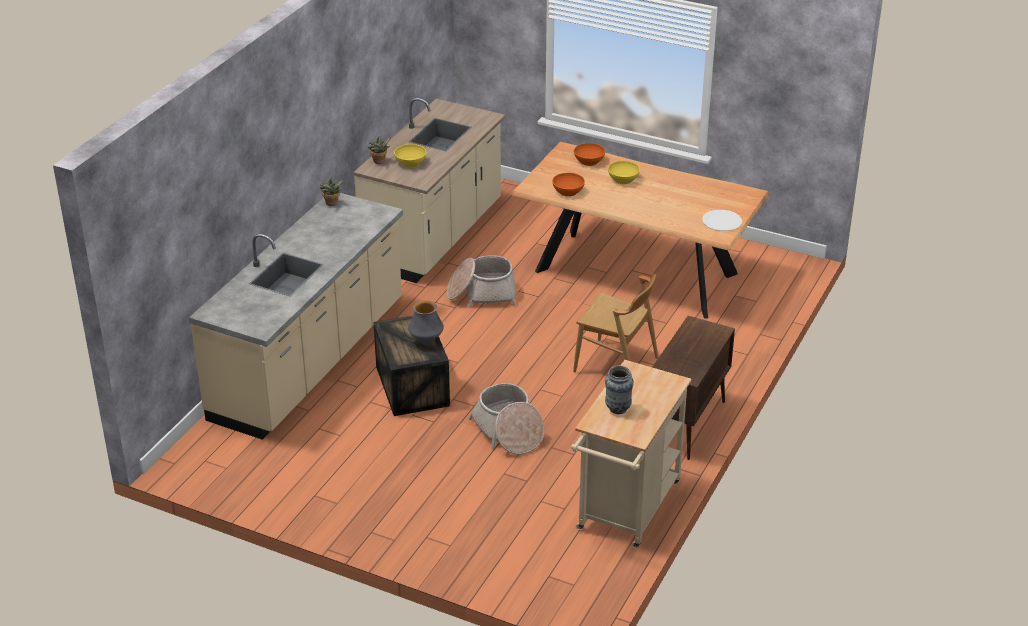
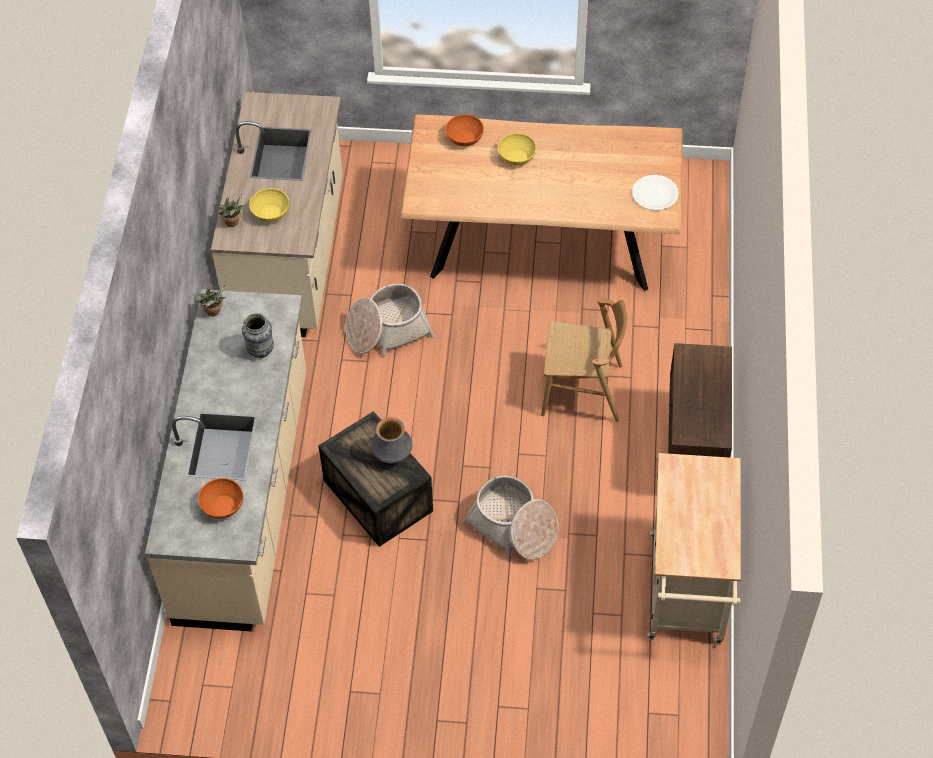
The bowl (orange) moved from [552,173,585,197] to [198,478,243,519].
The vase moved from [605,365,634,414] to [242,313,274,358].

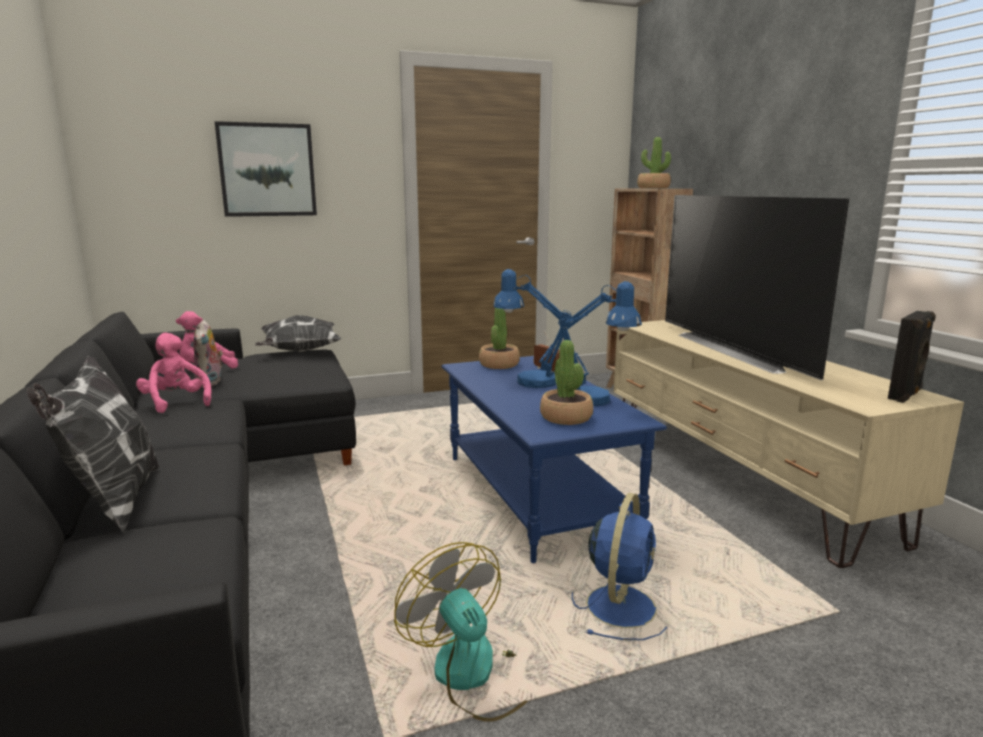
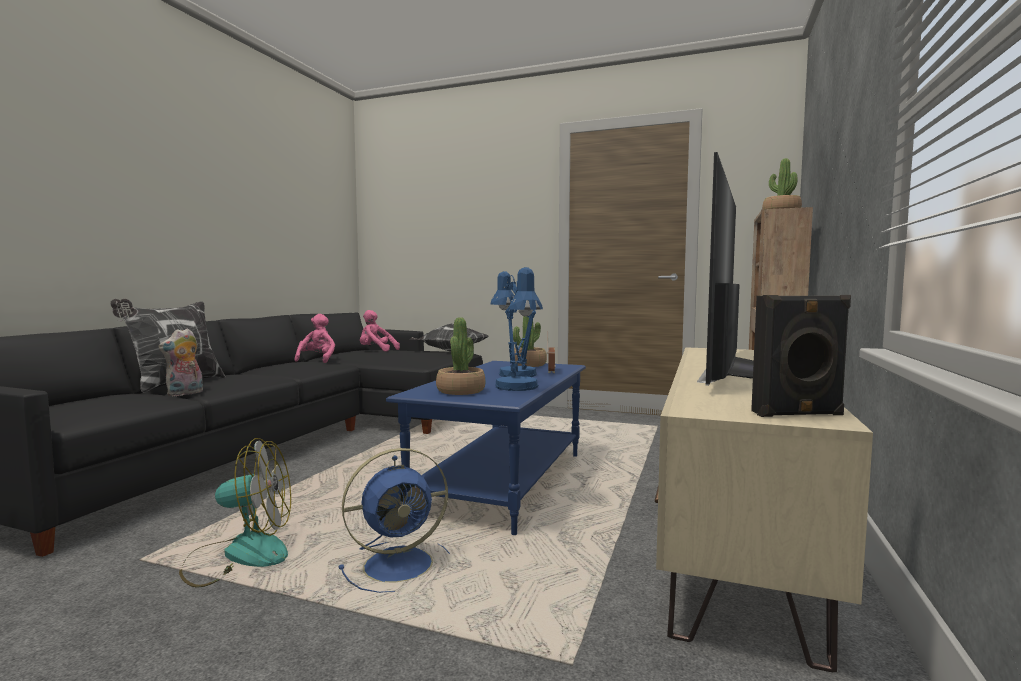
The picture at [215,121,317,217] disappeared.
The plush toy moved from [193,320,223,387] to [158,328,203,396].
The fan at [394,542,532,722] turned 75 degrees clockwise.

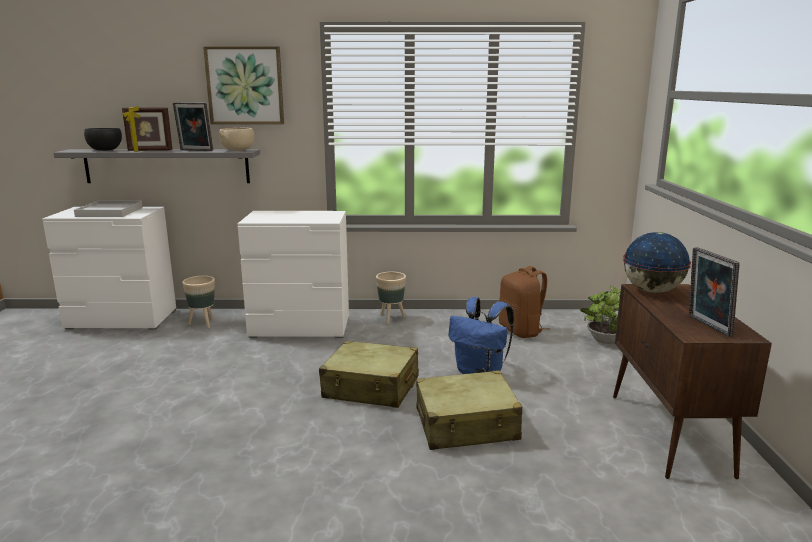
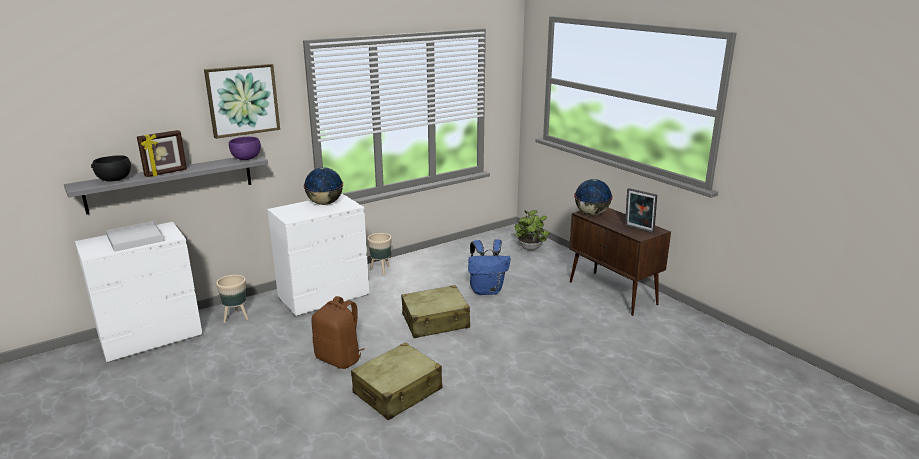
The picture frame at [173,102,213,151] disappeared.
The bowl (beige) at [219,128,255,151] became the bowl (purple) at [229,137,261,160].
The backpack (brown) moved from [499,266,549,338] to [311,296,364,369].
The suitcase (beige) moved from [416,370,522,450] to [351,343,442,420].
The globe at [304,167,343,205] appeared.

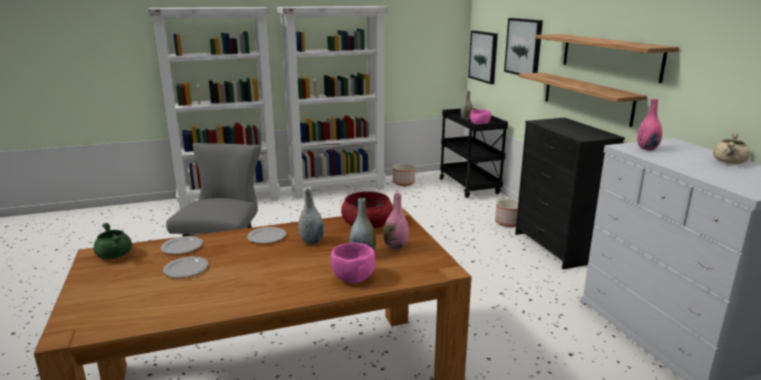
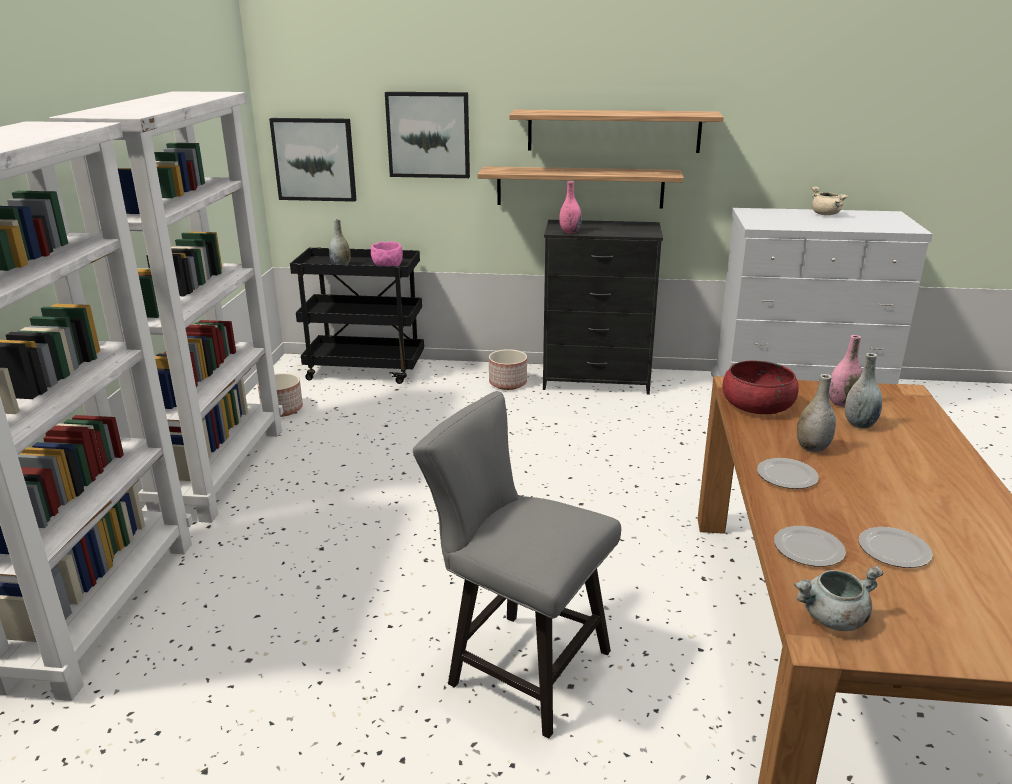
The vase (pink) moved from [637,99,662,151] to [559,181,582,233].
The cooking pot (green) at [94,223,132,259] became the cooking pot (grey) at [794,565,883,631].
The bowl (pink) at [331,243,375,283] disappeared.

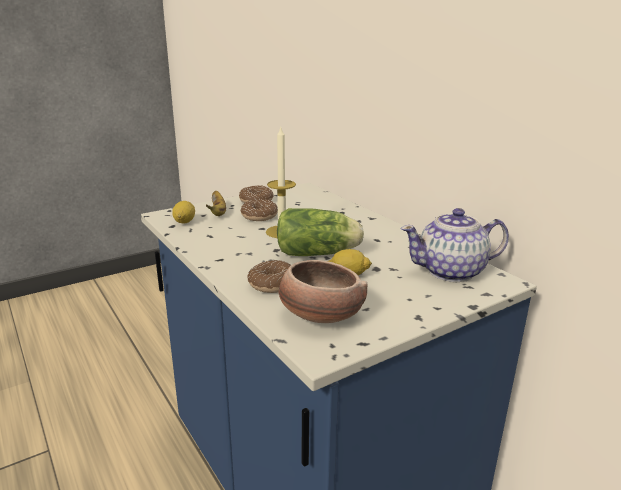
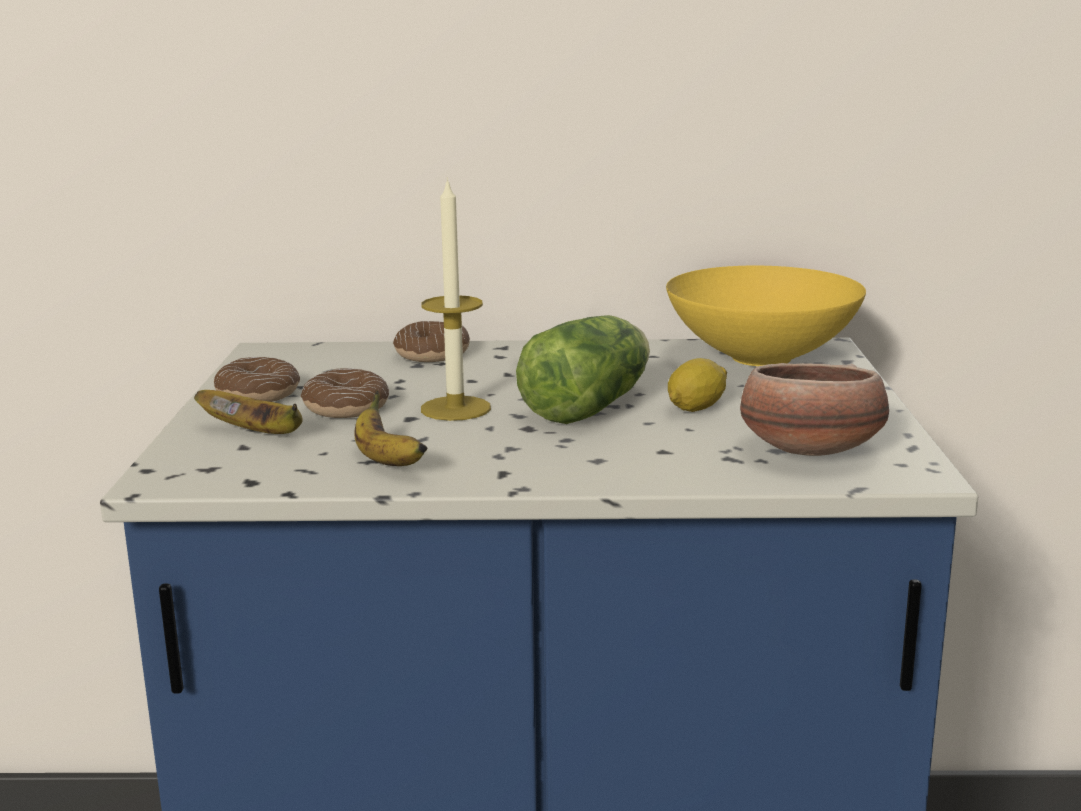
The lemon at [173,201,195,223] disappeared.
The teapot at [401,208,509,282] was replaced by the bowl (yellow) at [666,266,866,366].
The donut moved from [247,260,291,293] to [393,321,470,362].
The banana at [354,390,427,466] appeared.

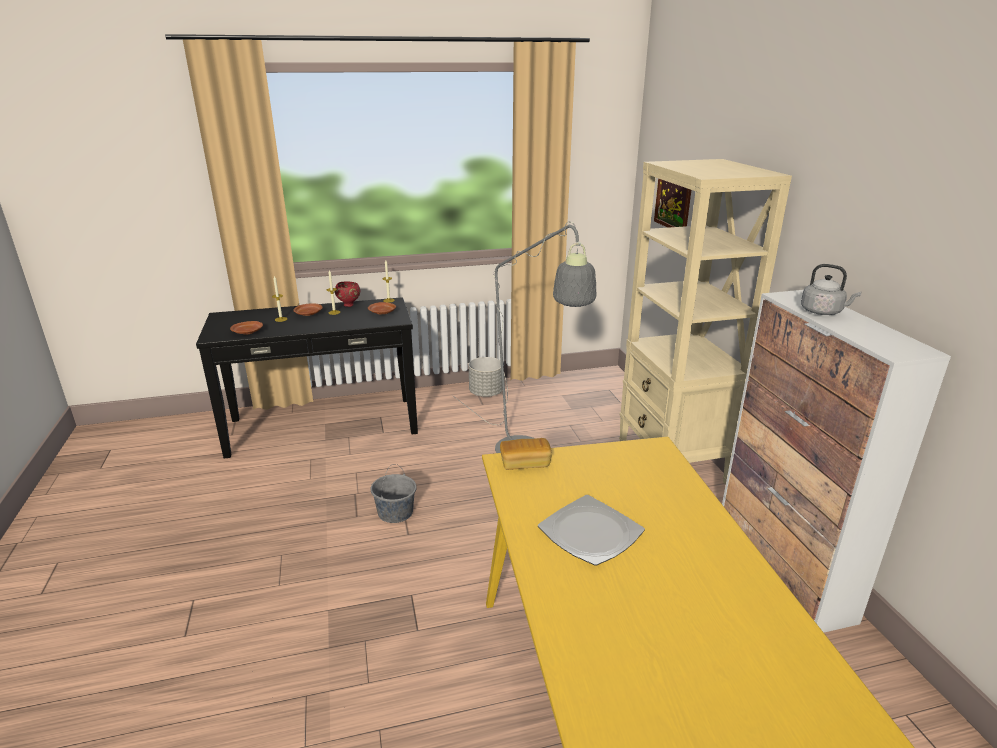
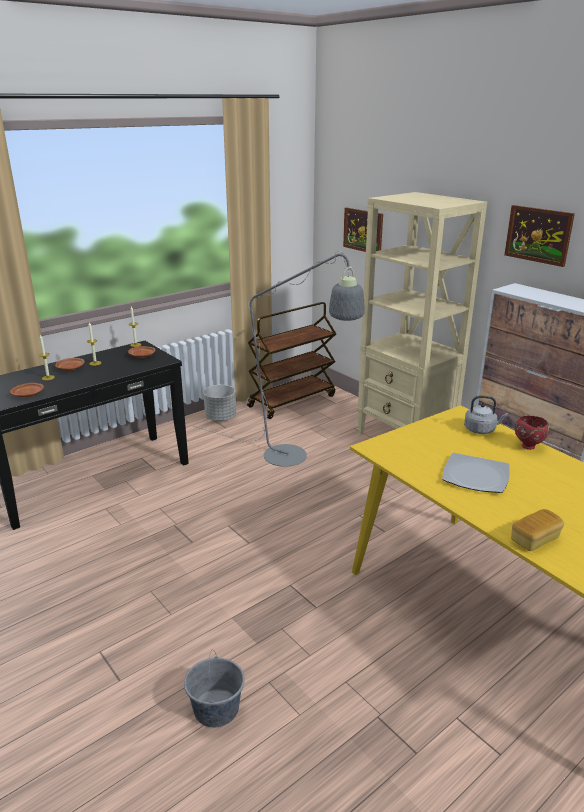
The kettle (grey) moved from [801,264,861,315] to [464,396,508,434].
The bowl (red) moved from [335,281,360,307] to [515,416,549,450].
The bread moved from [500,438,552,470] to [511,509,564,551].
The bucket (grey) moved from [370,464,416,523] to [184,649,245,727].
The picture at [504,205,575,267] appeared.
The cart (brown) at [247,302,336,419] appeared.

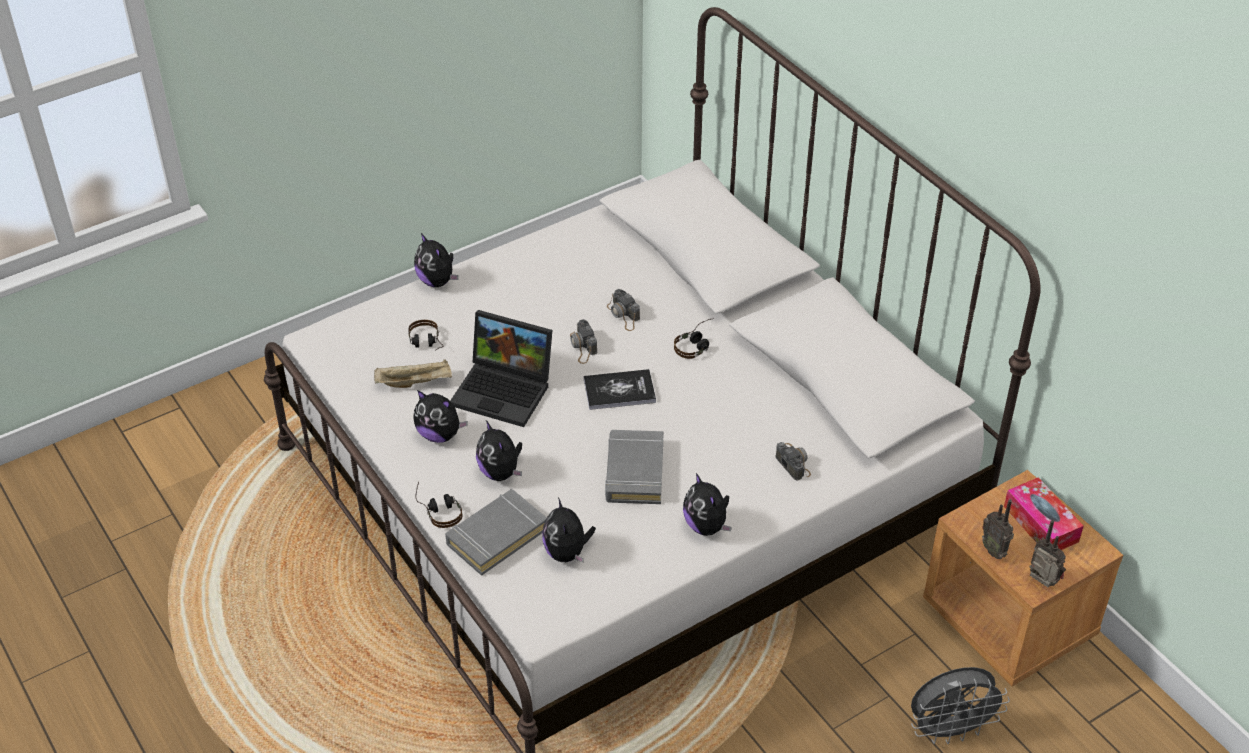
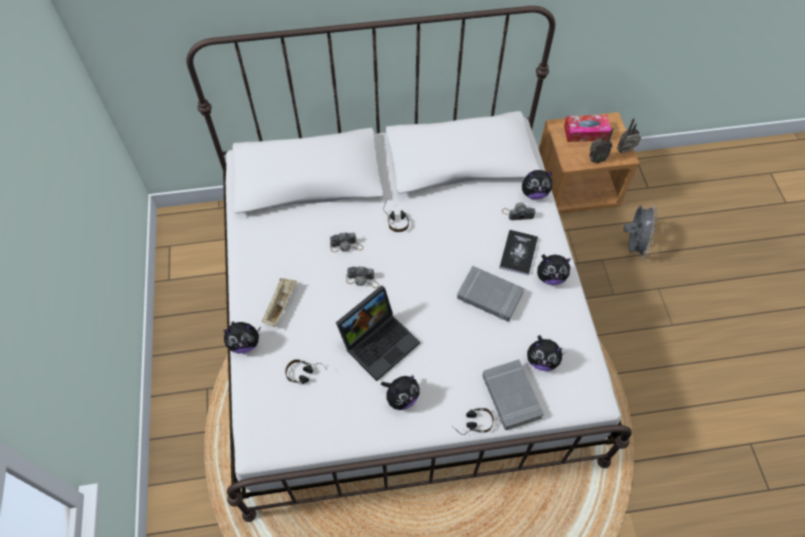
The tray (beige) moved from [374,359,452,388] to [262,278,297,327].
The book moved from [584,369,656,410] to [499,230,538,276].
The plush toy moved from [476,420,522,481] to [522,170,553,200].

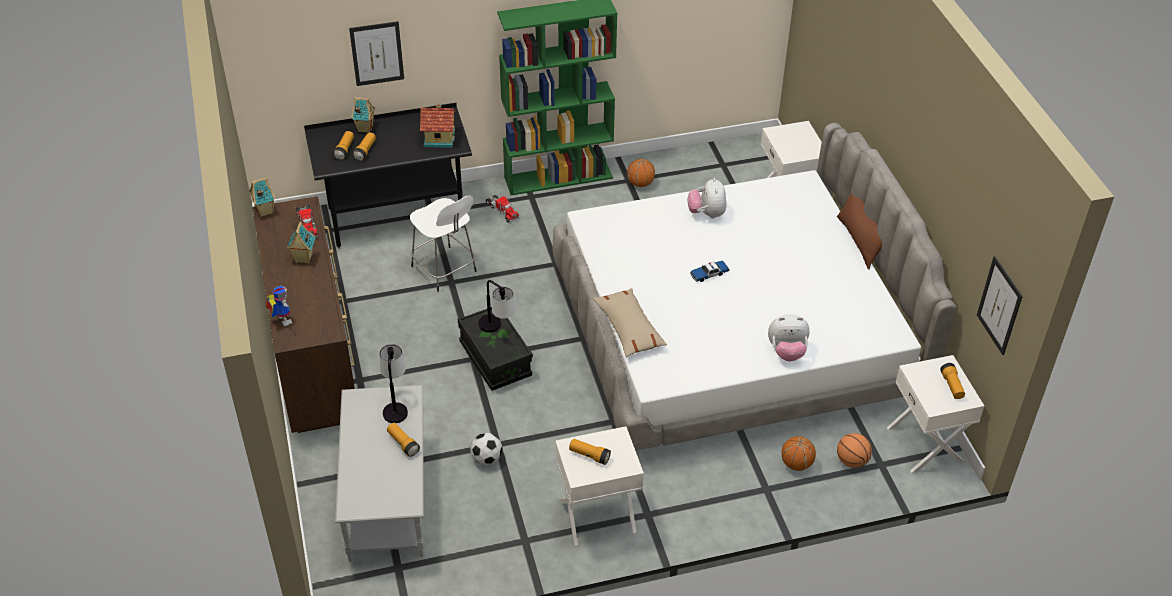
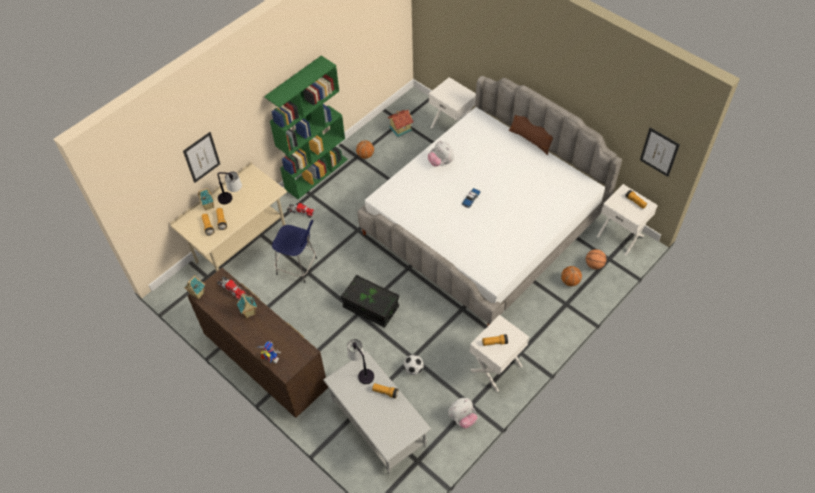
The desk (black) at [304,103,472,249] became the desk (beige) at [170,162,287,272].
The toy house moved from [420,104,456,148] to [387,110,413,137].
The stool (white) at [410,196,477,292] became the stool (blue) at [272,220,317,283].
The table lamp moved from [478,280,516,333] to [217,172,242,204].
The pillow (beige) at [593,288,667,357] disappeared.
The plush toy moved from [768,314,809,361] to [448,398,478,428].

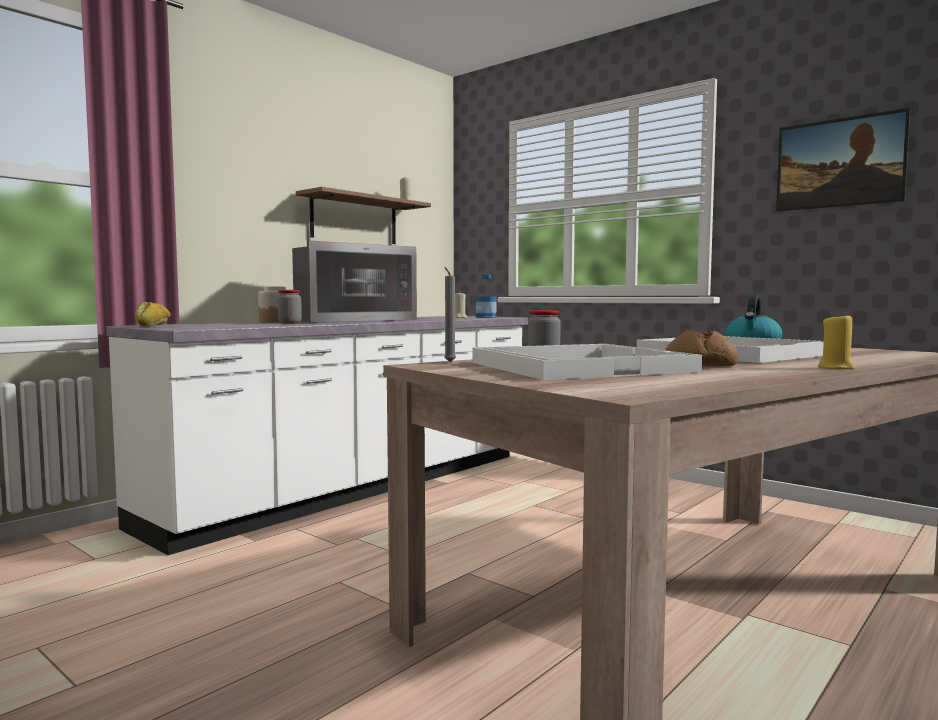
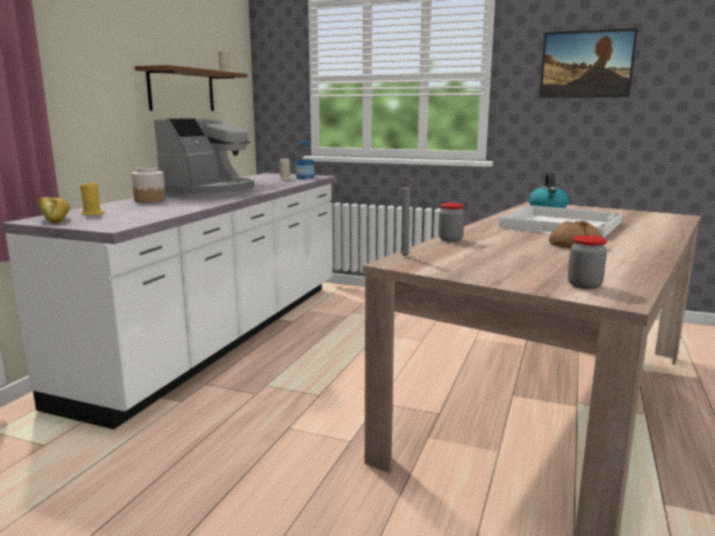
The microwave at [292,241,417,323] was replaced by the coffee machine at [154,118,254,198].
The jar moved from [278,290,302,324] to [568,235,607,289].
The candle (yellow) moved from [818,313,855,369] to [80,180,105,215].
The tray (white) at [472,344,702,380] disappeared.

